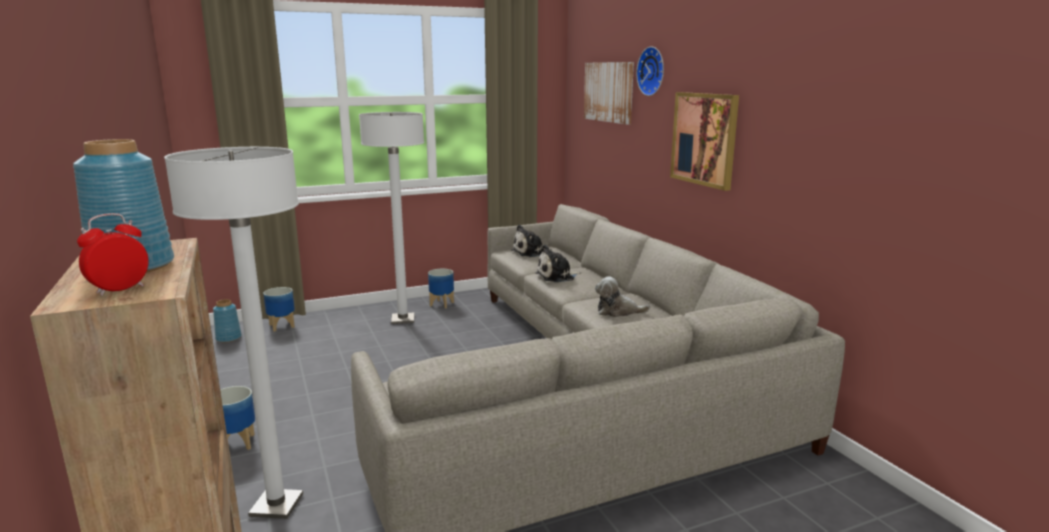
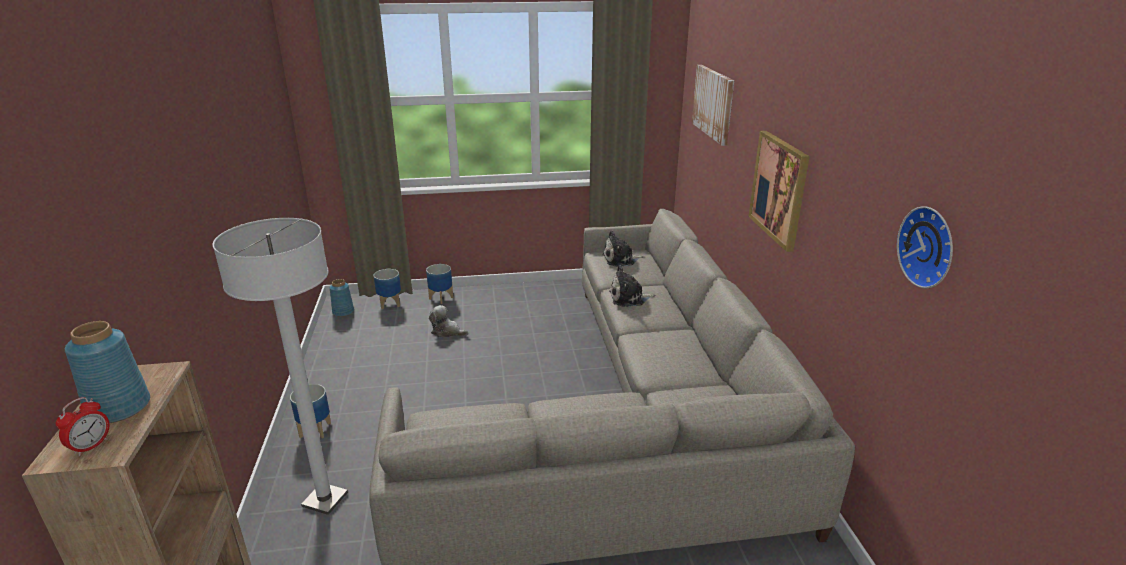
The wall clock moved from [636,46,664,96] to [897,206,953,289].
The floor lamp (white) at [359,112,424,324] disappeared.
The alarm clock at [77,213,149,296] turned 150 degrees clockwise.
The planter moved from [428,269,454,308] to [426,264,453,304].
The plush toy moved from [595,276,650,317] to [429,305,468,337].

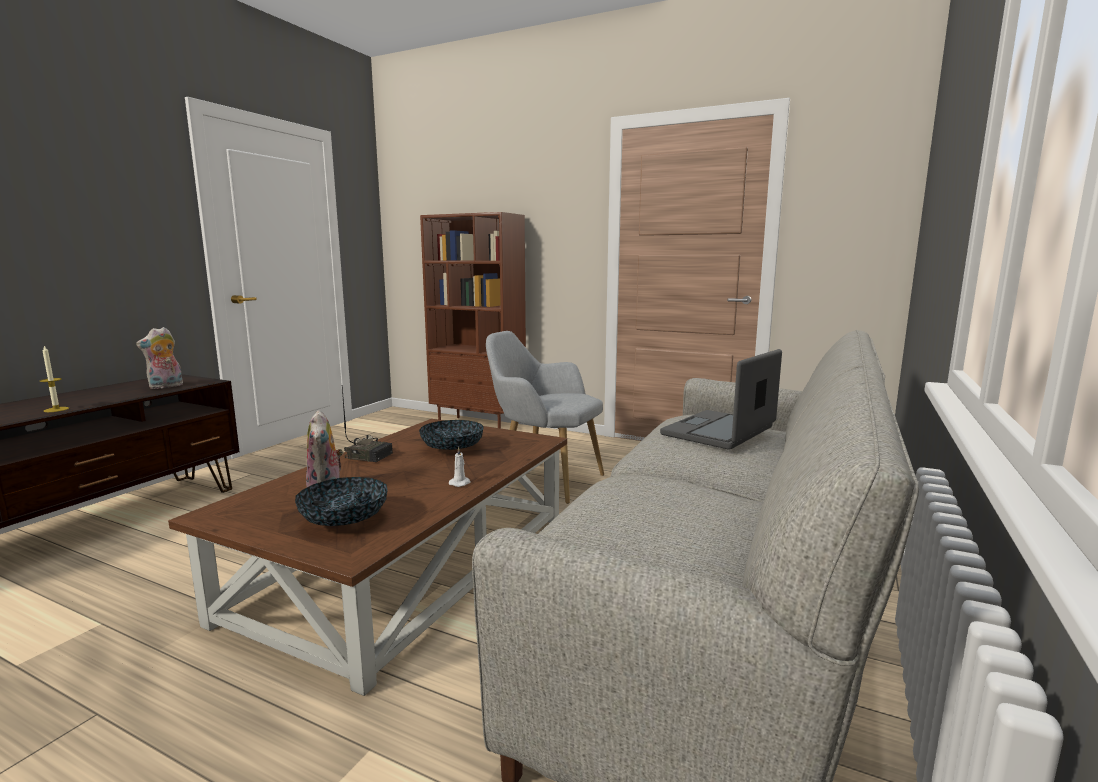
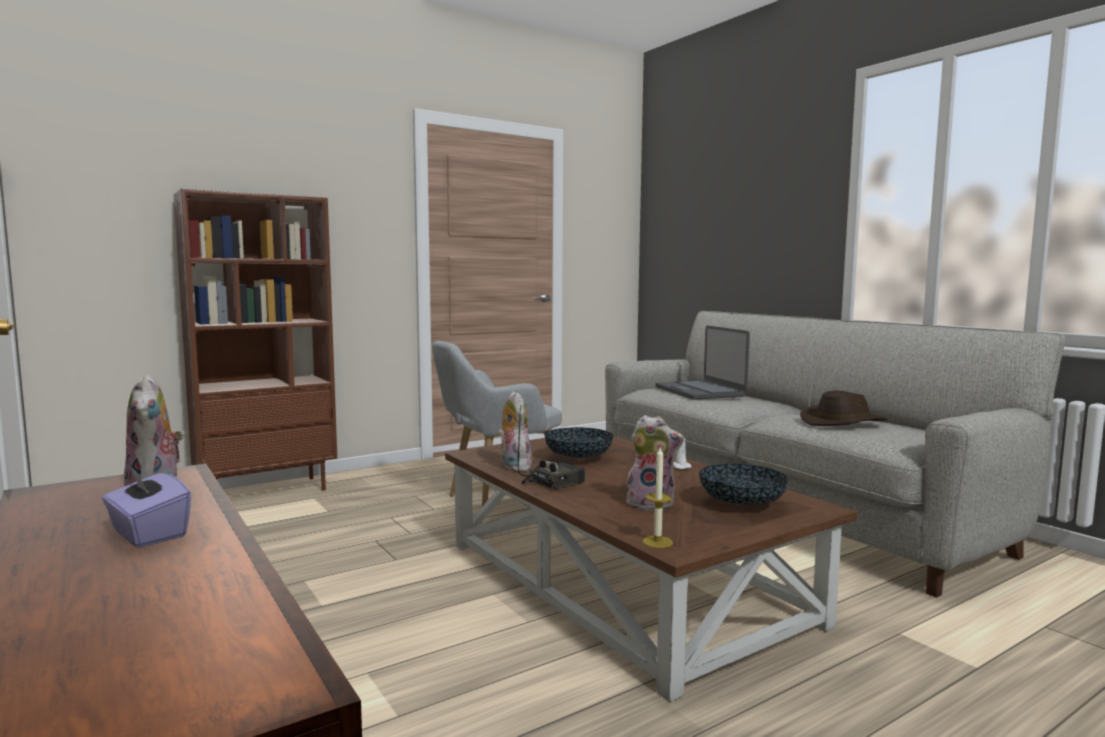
The candle moved from [40,345,69,412] to [642,448,673,548].
The plush toy at [497,391,533,471] appeared.
The hat (brown) at [800,391,888,426] appeared.
The tissue box (purple) at [102,464,191,548] appeared.

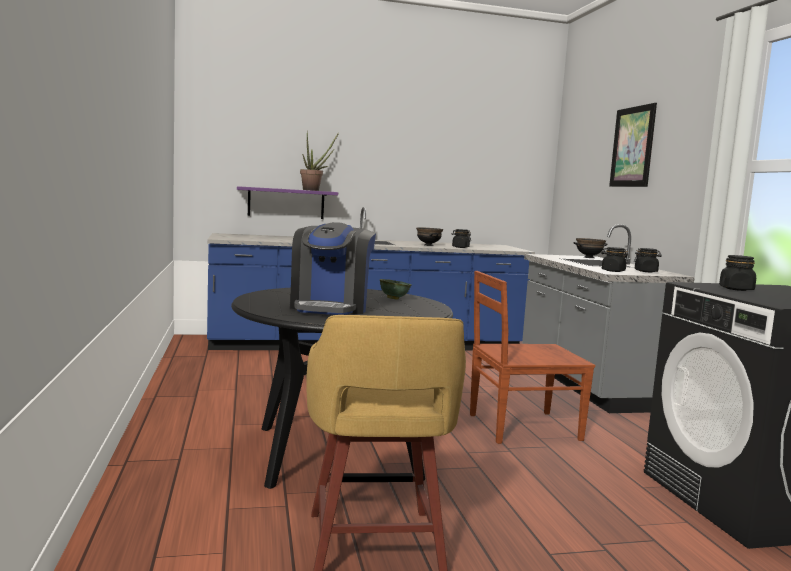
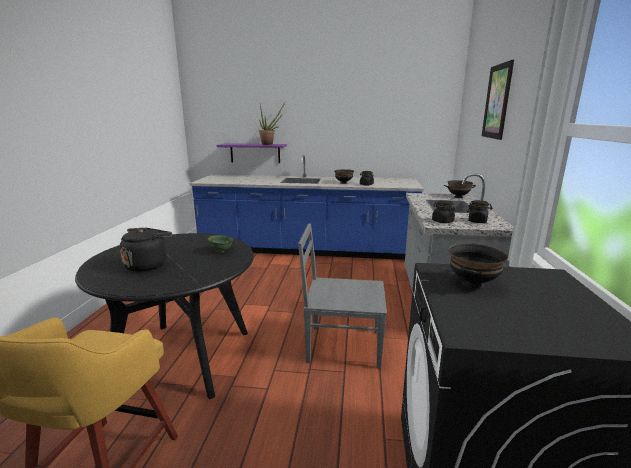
The coffee machine at [290,222,376,315] was replaced by the kettle (black) at [120,228,172,272].
The jar (black) at [719,255,756,291] was replaced by the bowl (black) at [448,243,508,288].
The chair (brown) at [470,271,595,444] became the chair (grey) at [298,223,387,369].

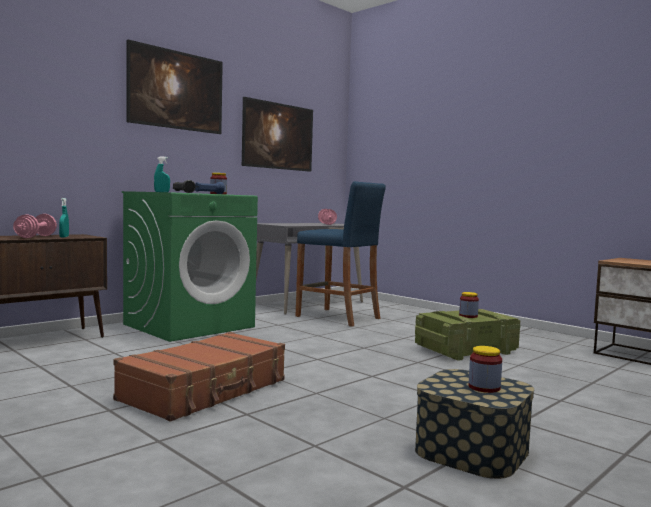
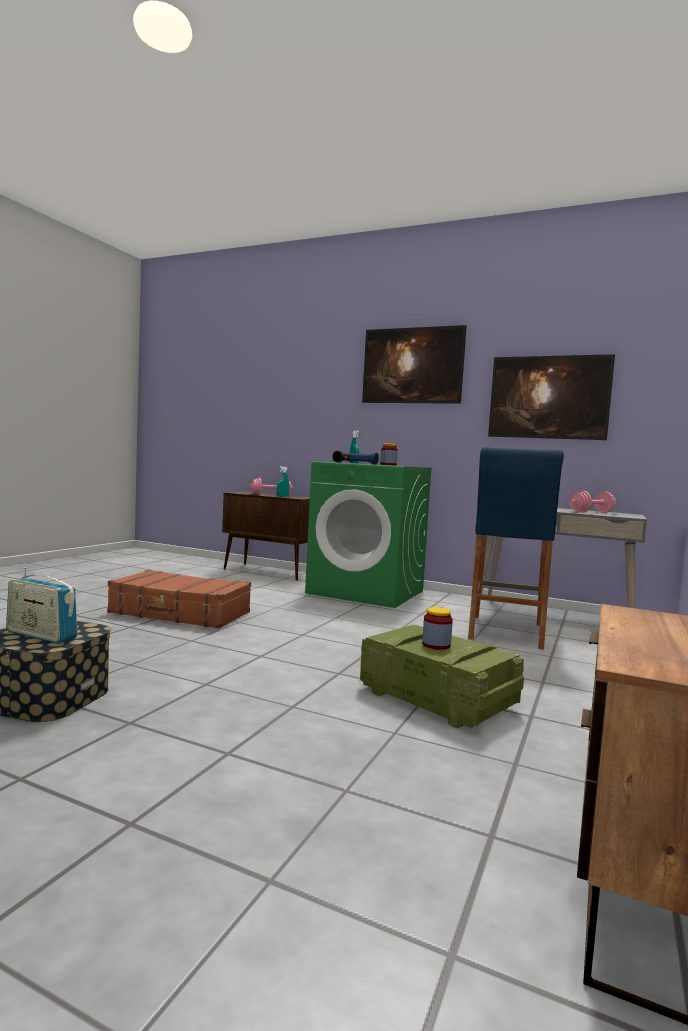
The jar at [469,346,502,393] was replaced by the radio at [6,567,78,644].

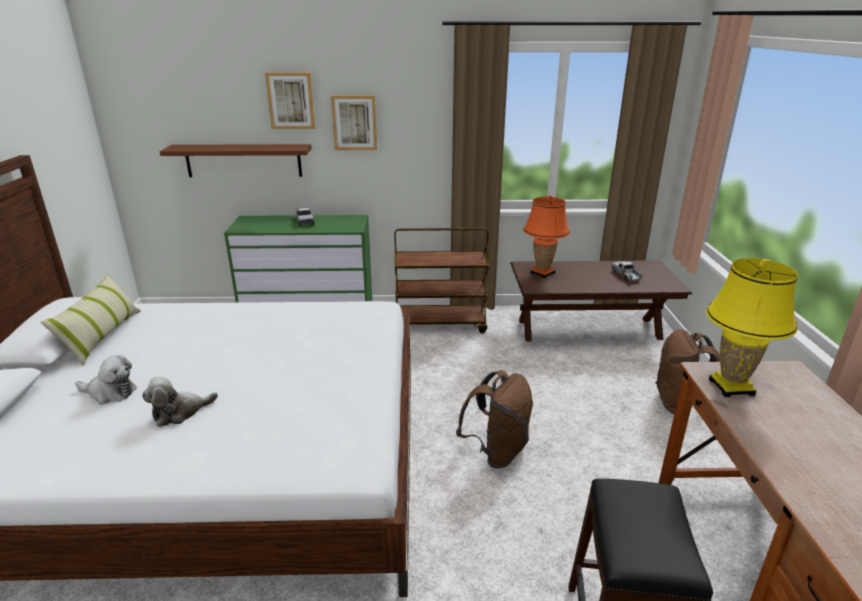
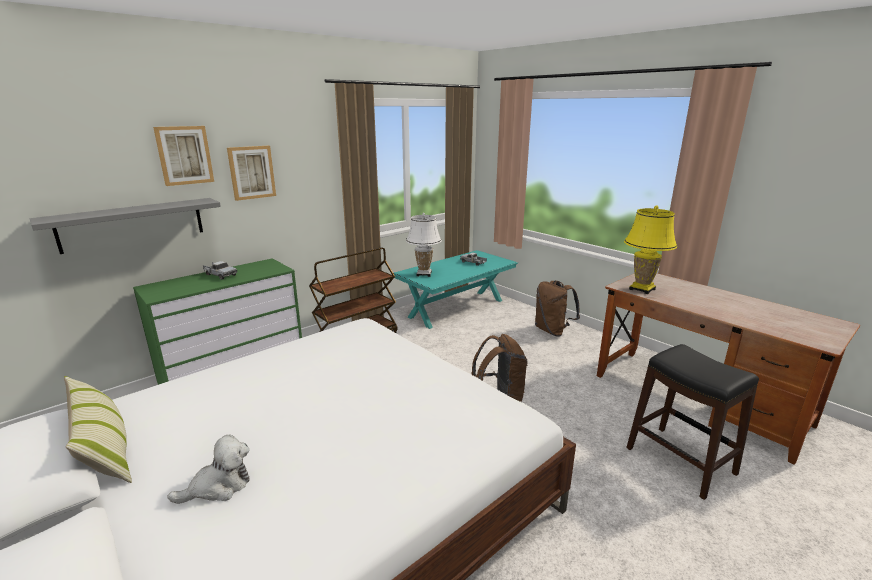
The shelf (brown) at [160,144,312,177] became the shelf (grey) at [29,198,221,254].
The table lamp (orange) at [523,195,570,278] became the table lamp (white) at [406,213,442,277].
The coffee table (brown) at [510,260,692,342] became the coffee table (turquoise) at [393,250,518,329].
The plush toy at [142,377,218,427] disappeared.

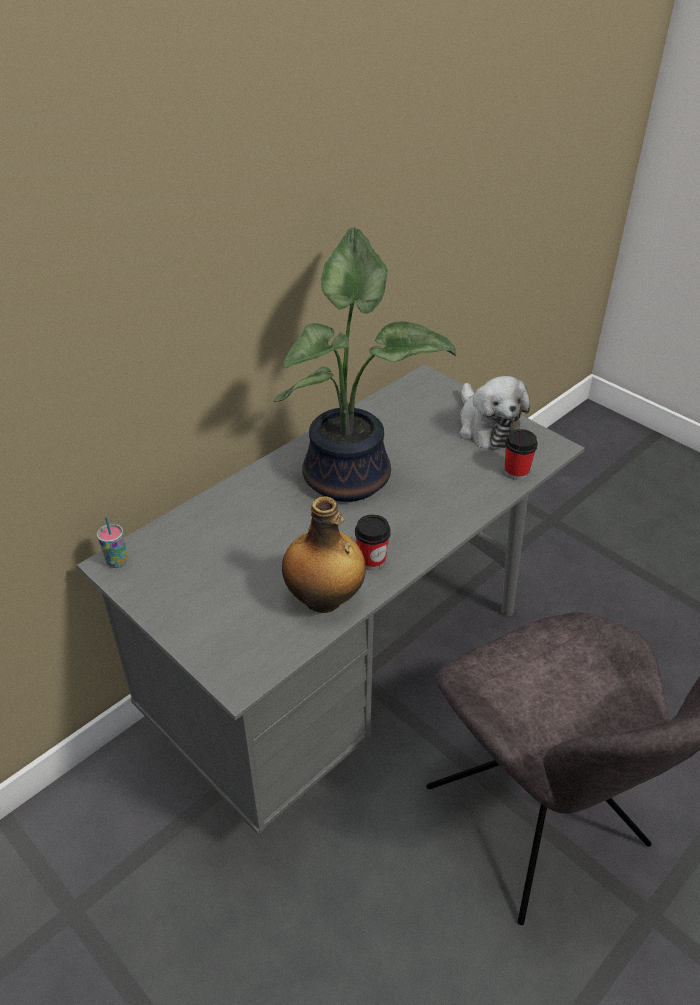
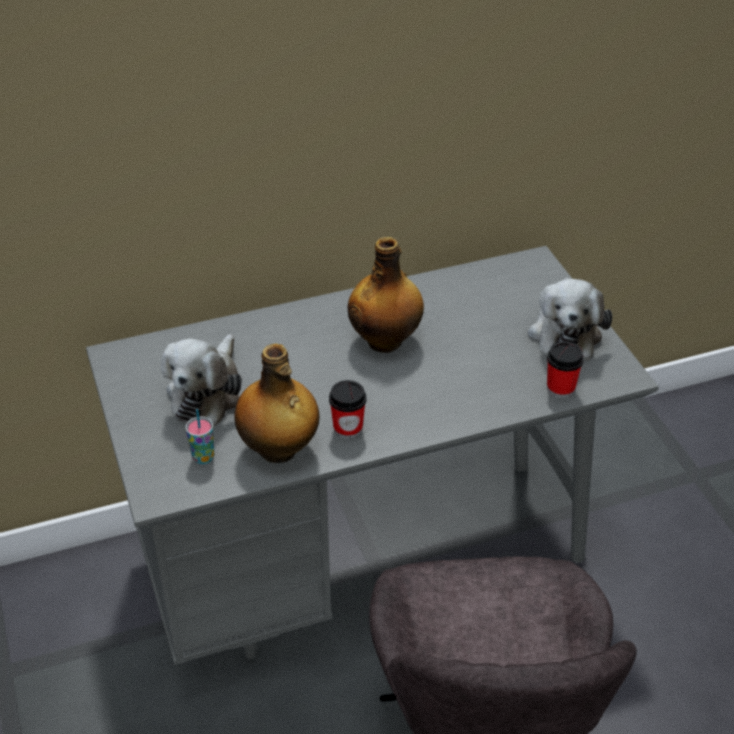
The potted plant at [273,227,456,502] was replaced by the bottle at [348,237,424,353].
The cup moved from [97,517,127,568] to [186,409,214,464].
The plush toy at [161,334,242,426] appeared.

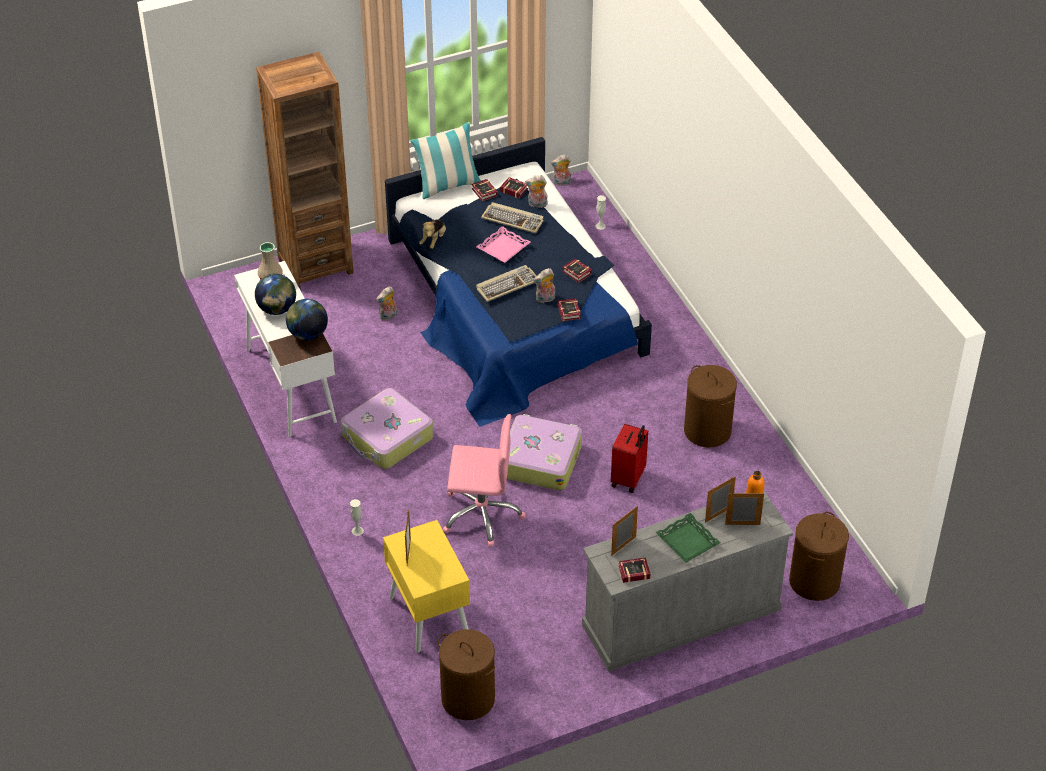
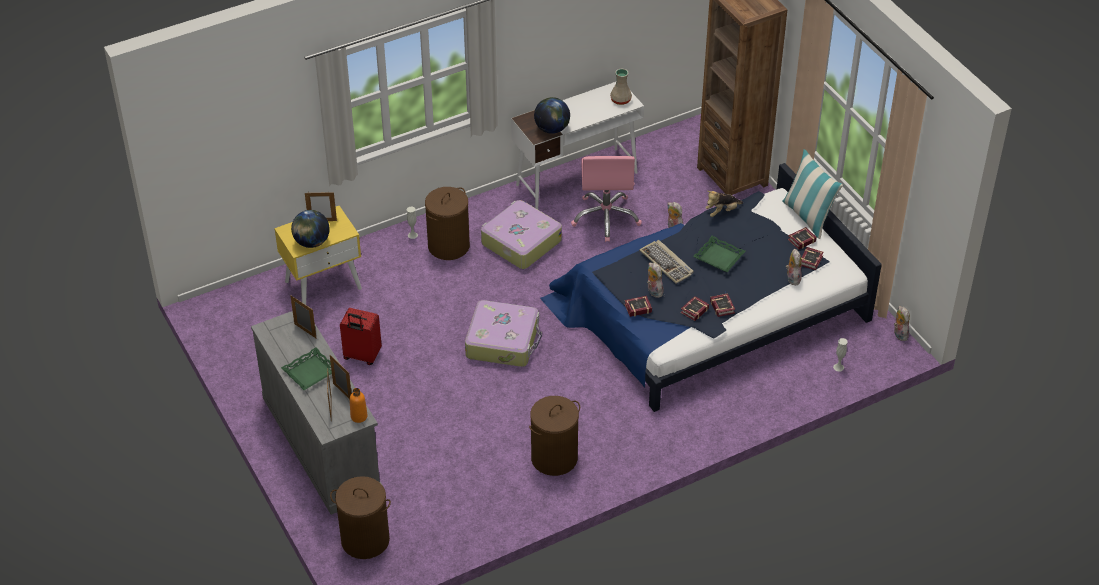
The keyboard at [481,202,544,234] disappeared.
The plush toy at [419,219,446,249] turned 45 degrees counterclockwise.
The tray (pink) at [476,226,531,263] became the tray (green) at [693,236,746,272].
The globe moved from [255,274,296,315] to [291,210,330,248].
The office chair (pink) moved from [443,414,525,547] to [571,156,642,242].
The suitcase (red) moved from [611,424,648,493] to [340,308,382,365].
The book moved from [618,557,651,583] to [710,293,735,317].
The laundry basket (brown) moved from [438,629,495,720] to [425,187,470,260].

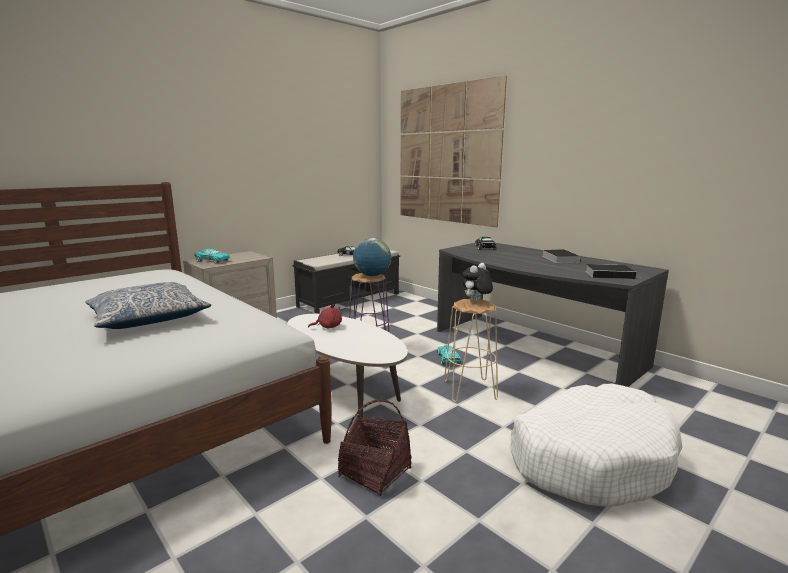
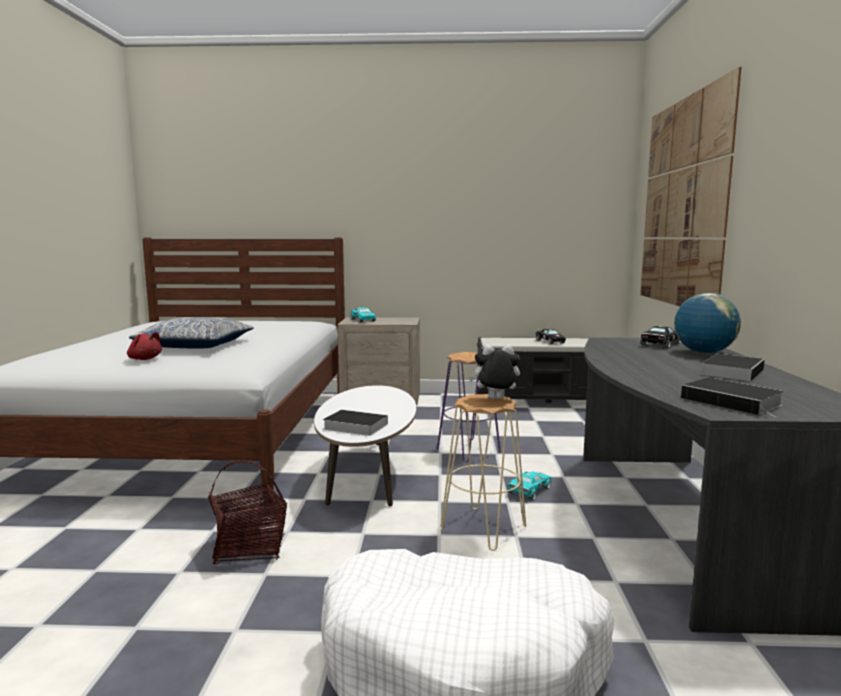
The globe moved from [353,238,391,276] to [674,293,741,354].
The plush toy (red) moved from [308,304,342,329] to [127,332,162,360].
The book at [323,410,388,436] appeared.

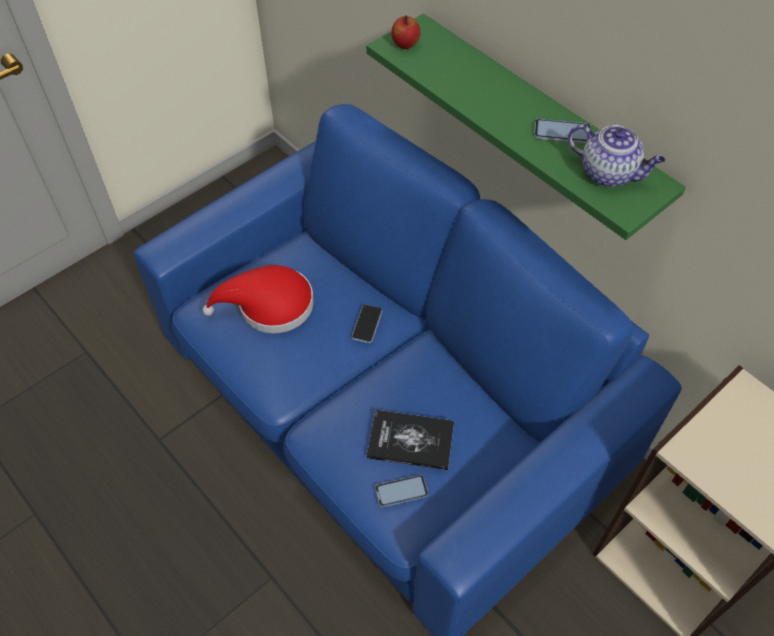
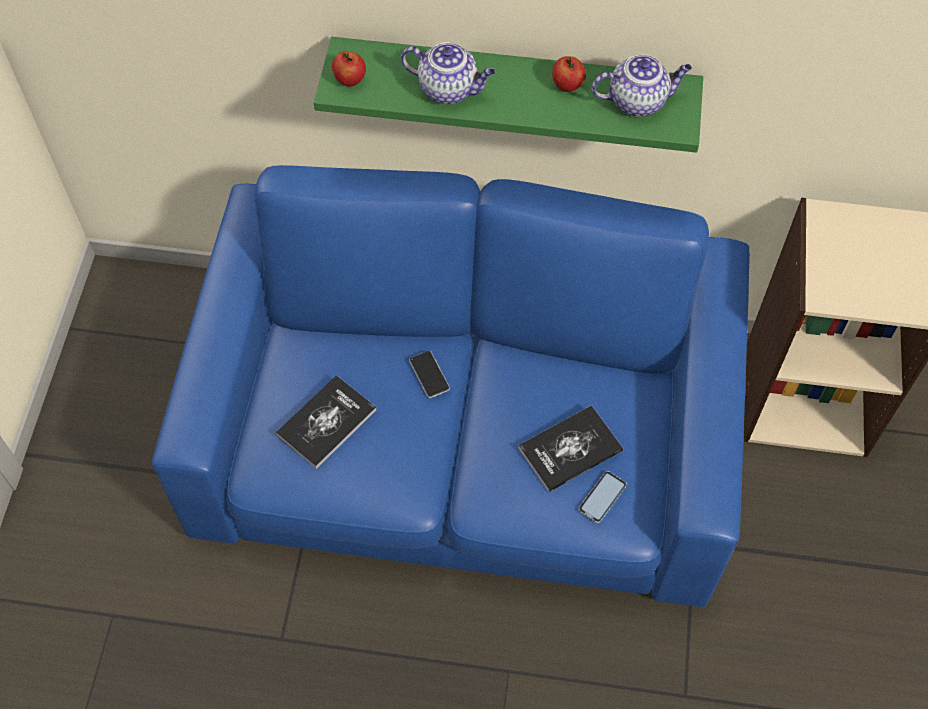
The phone at [534,119,591,143] was replaced by the apple at [552,56,586,92].
The hat (red) at [203,265,314,333] was replaced by the book at [276,375,377,469].
The teapot at [401,42,495,104] appeared.

